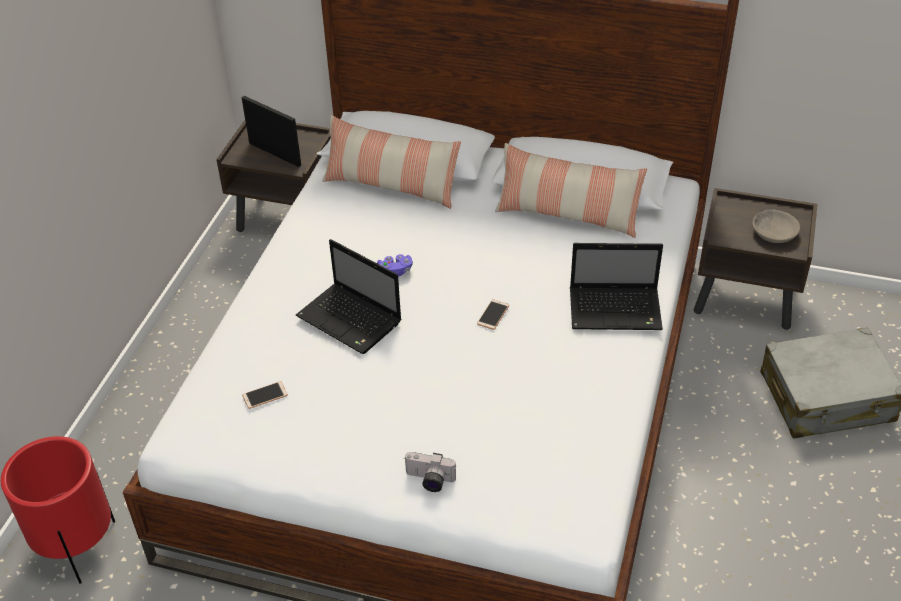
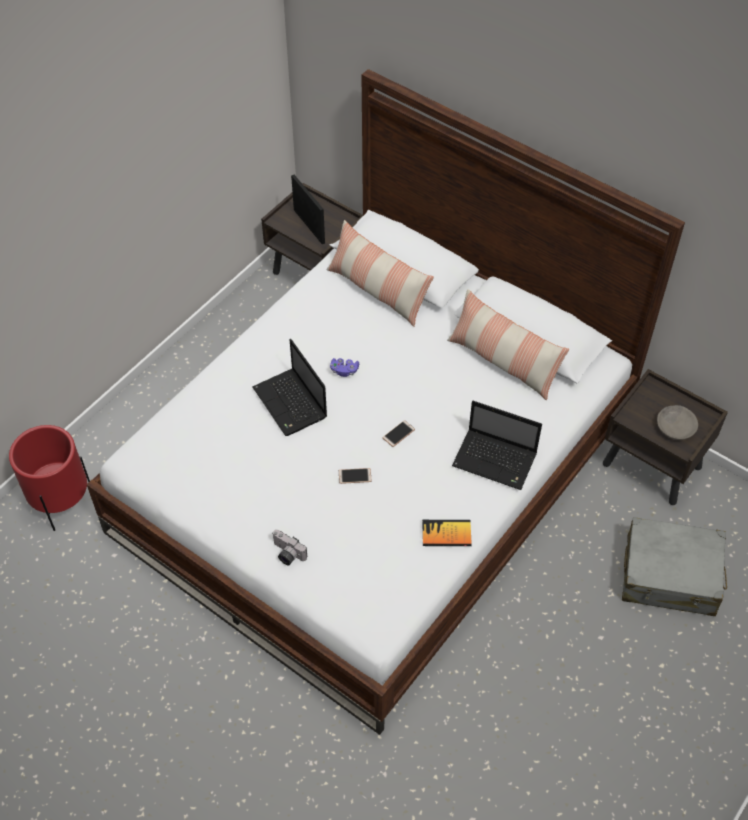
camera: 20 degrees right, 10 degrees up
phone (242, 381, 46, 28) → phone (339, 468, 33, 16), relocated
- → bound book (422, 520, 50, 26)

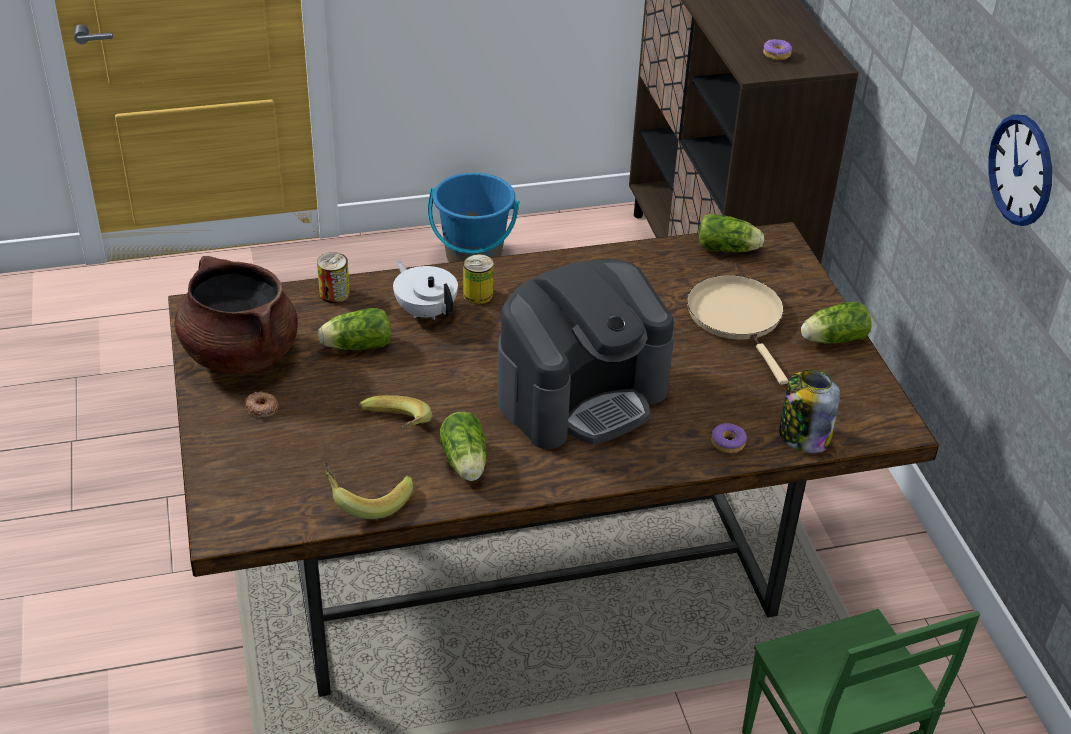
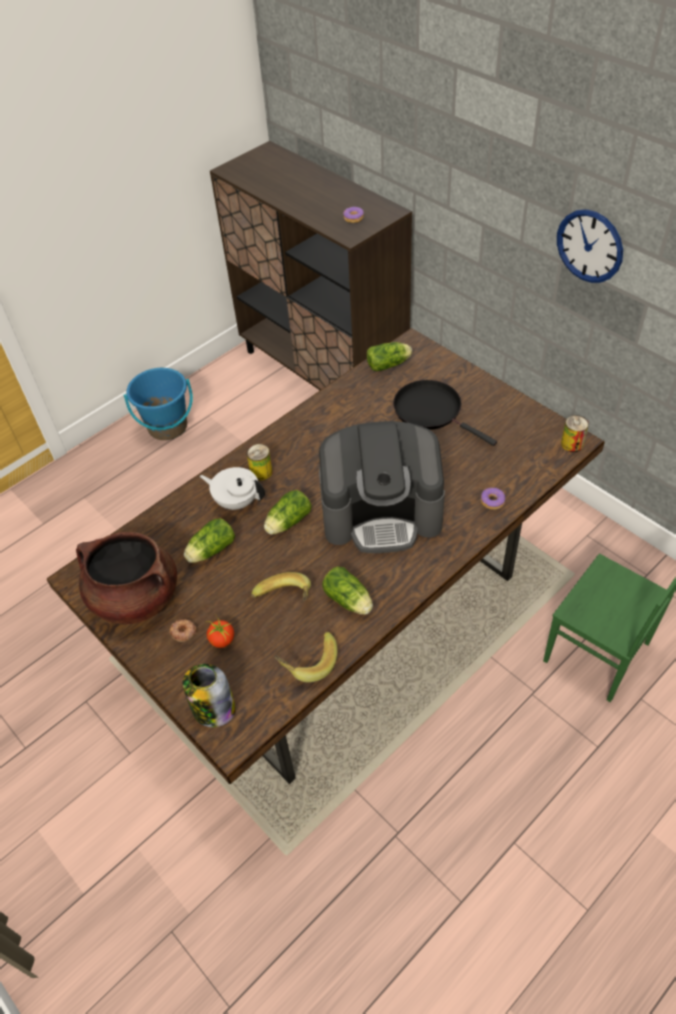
camera: 25 degrees left, 10 degrees up
can (317, 252, 33, 51) → can (561, 415, 28, 37), relocated
coffee machine (497, 259, 177, 190) → coffee machine (319, 421, 126, 132), 60 degrees clockwise
beige skillet (687, 275, 101, 110) → blackish skillet (393, 380, 104, 66)
storage jar (779, 370, 61, 83) → storage jar (183, 664, 53, 63), relocated
head of lettuce (801, 302, 71, 42) → head of lettuce (264, 490, 47, 45), relocated
- → whole tomato (205, 616, 29, 32)

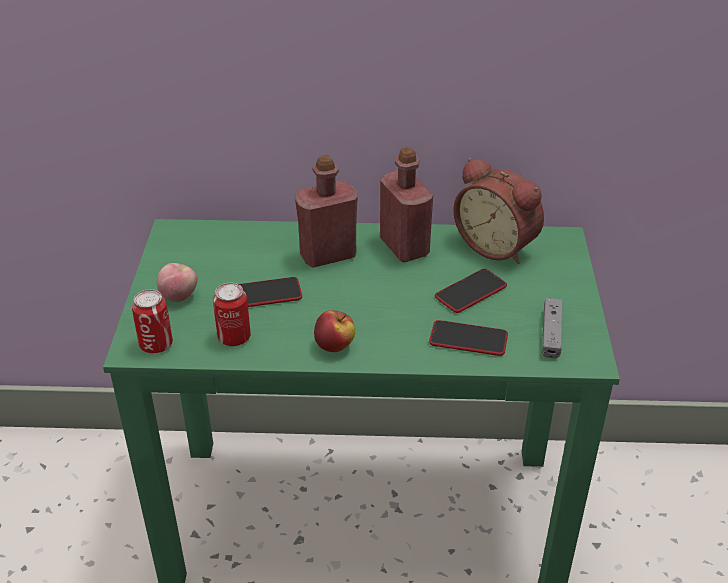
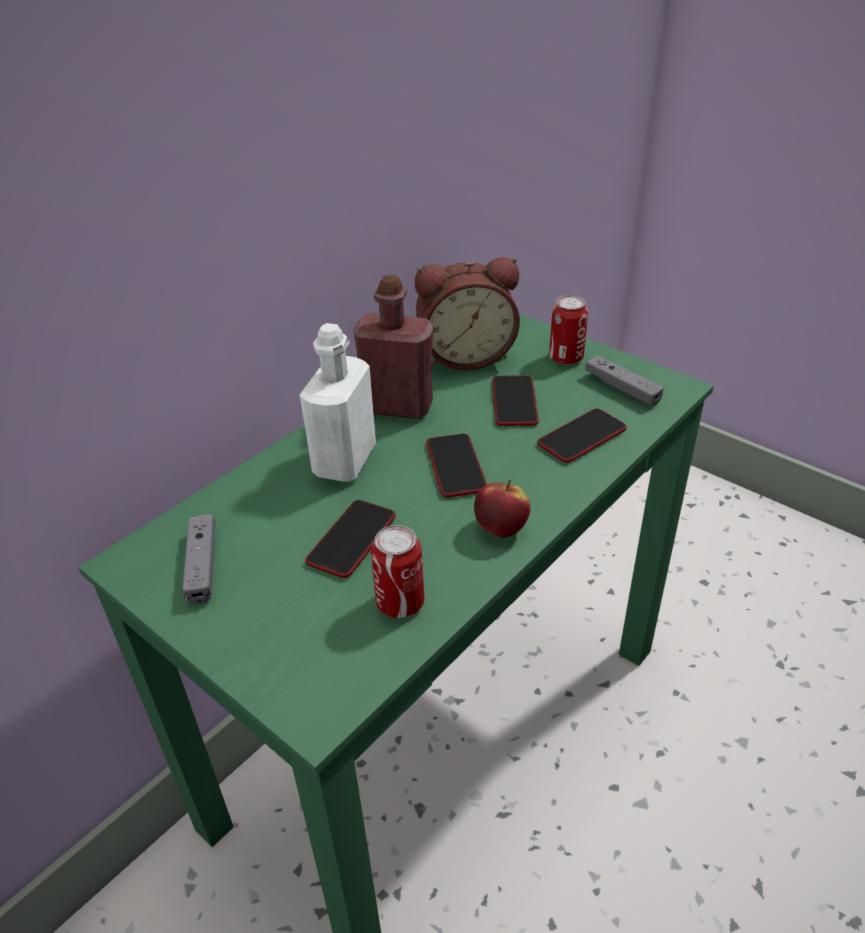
camera: 50 degrees left, 0 degrees up
can (132, 289, 41, 64) → can (549, 295, 39, 70), relocated
whole apple (157, 263, 40, 39) → -
red-coloured bottle (295, 155, 63, 113) → whitish bottle (300, 323, 76, 159)
- → grey gamepad (182, 514, 33, 90)
- → phone (426, 434, 61, 64)

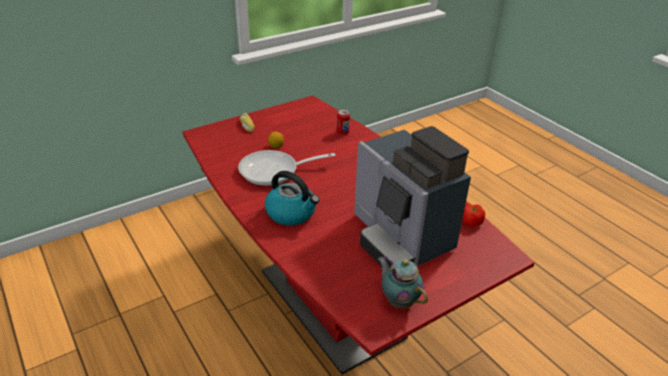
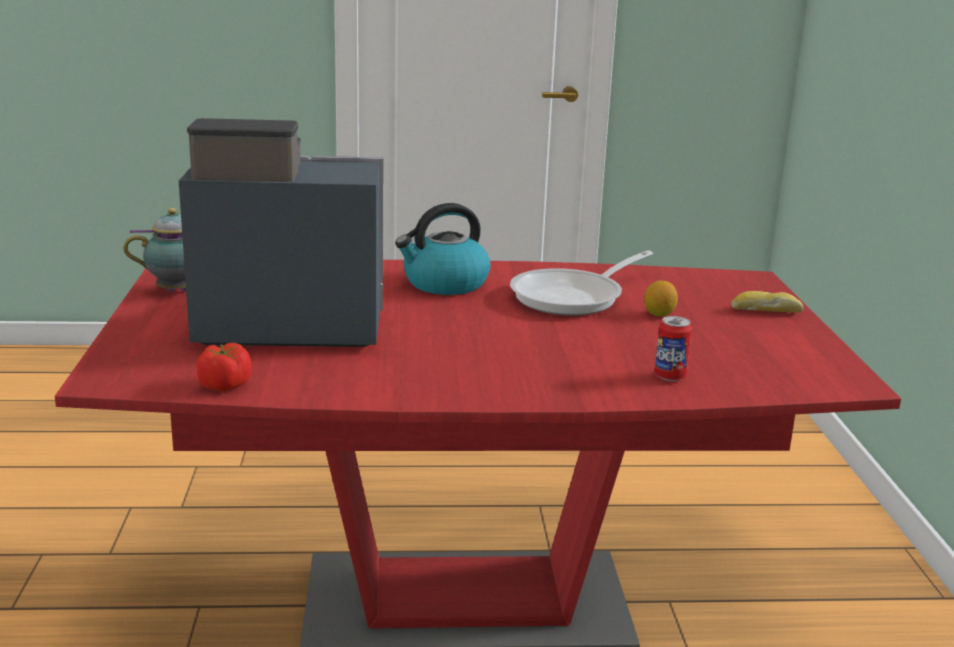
camera: 120 degrees right, 15 degrees down
skillet (238, 150, 97, 36) → skillet (510, 251, 143, 65), 150 degrees counterclockwise

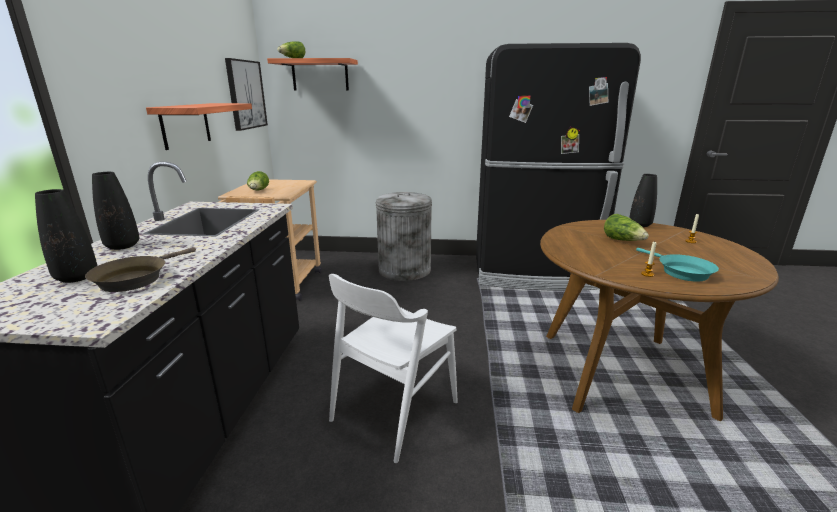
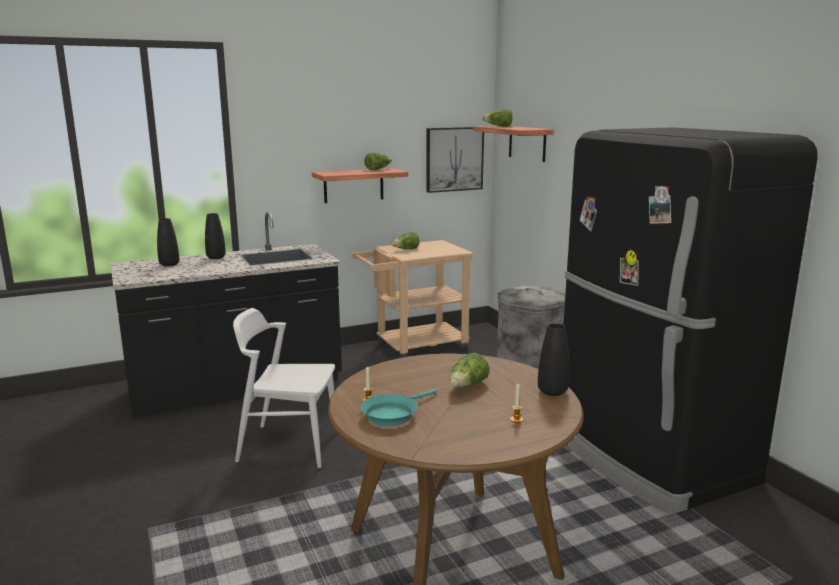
camera: 60 degrees right, 5 degrees down
brown-coloured skillet (85, 247, 111, 45) → -
- → head of lettuce (364, 153, 28, 17)

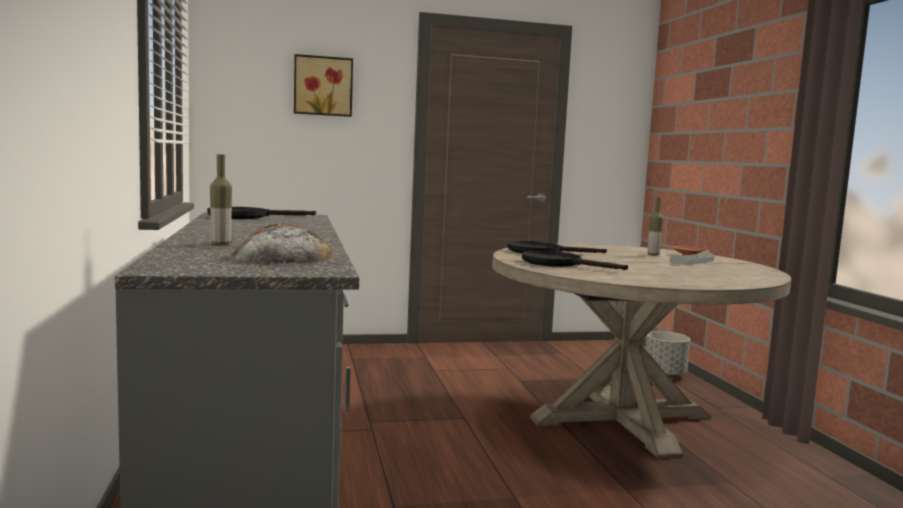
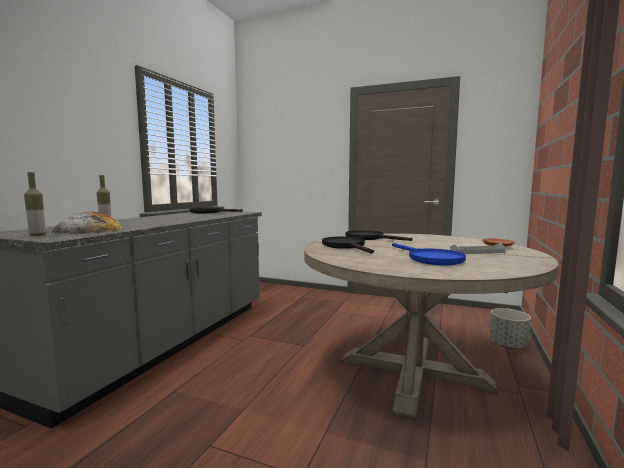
camera: 35 degrees right, 0 degrees up
wall art (294, 54, 59, 63) → -
bottle (647, 197, 16, 59) → bottle (24, 172, 22, 64), relocated
- → blue-coloured skillet (392, 243, 74, 22)

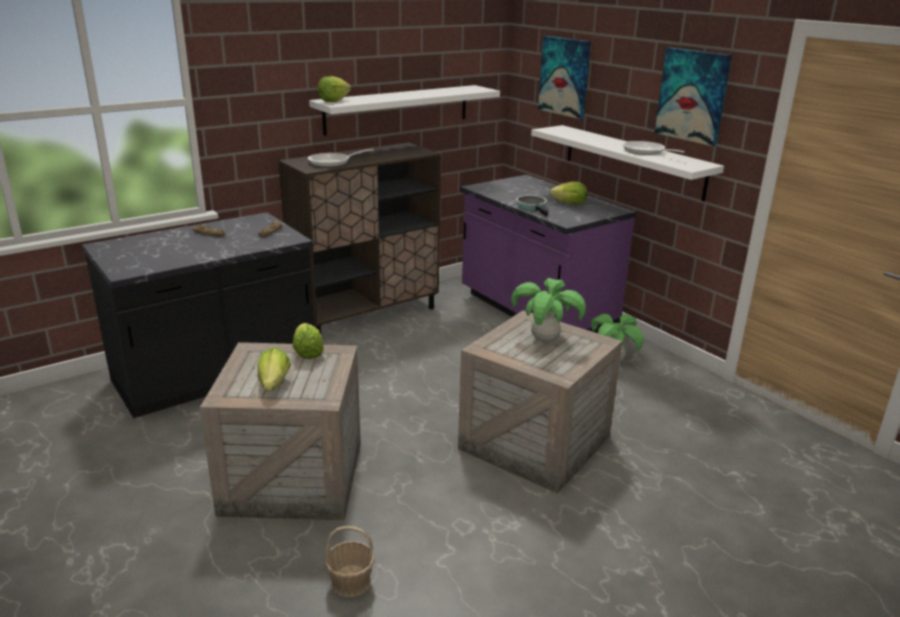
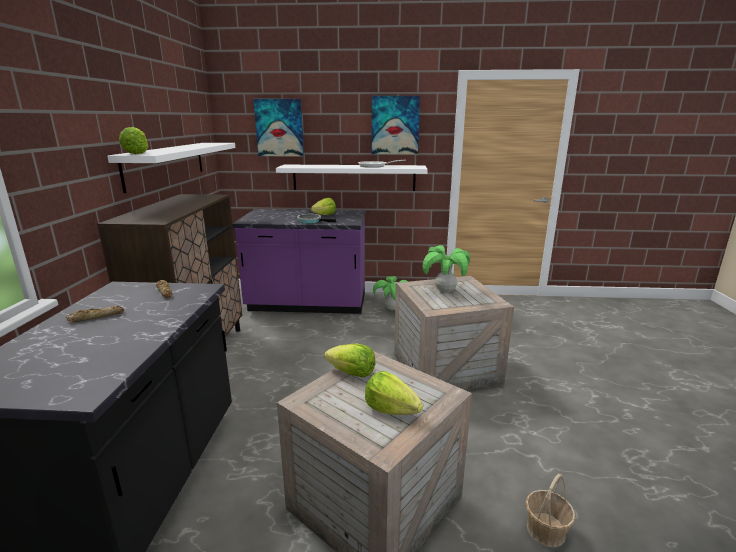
camera: 50 degrees left, 5 degrees down
skillet (308, 149, 66, 18) → -

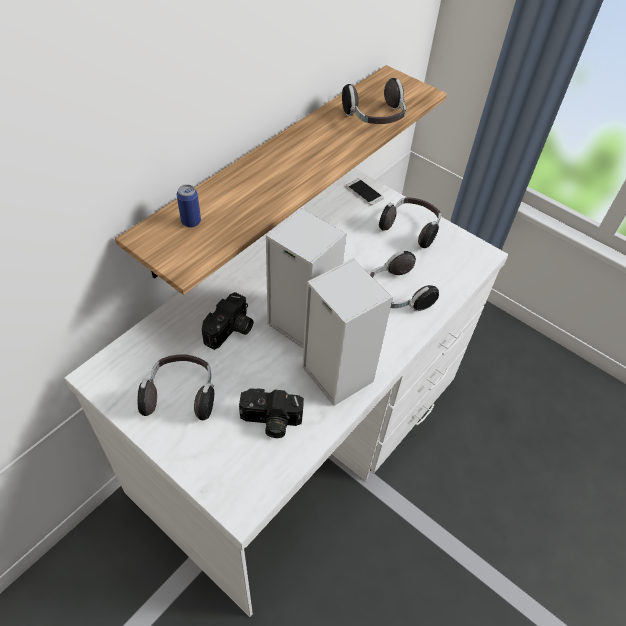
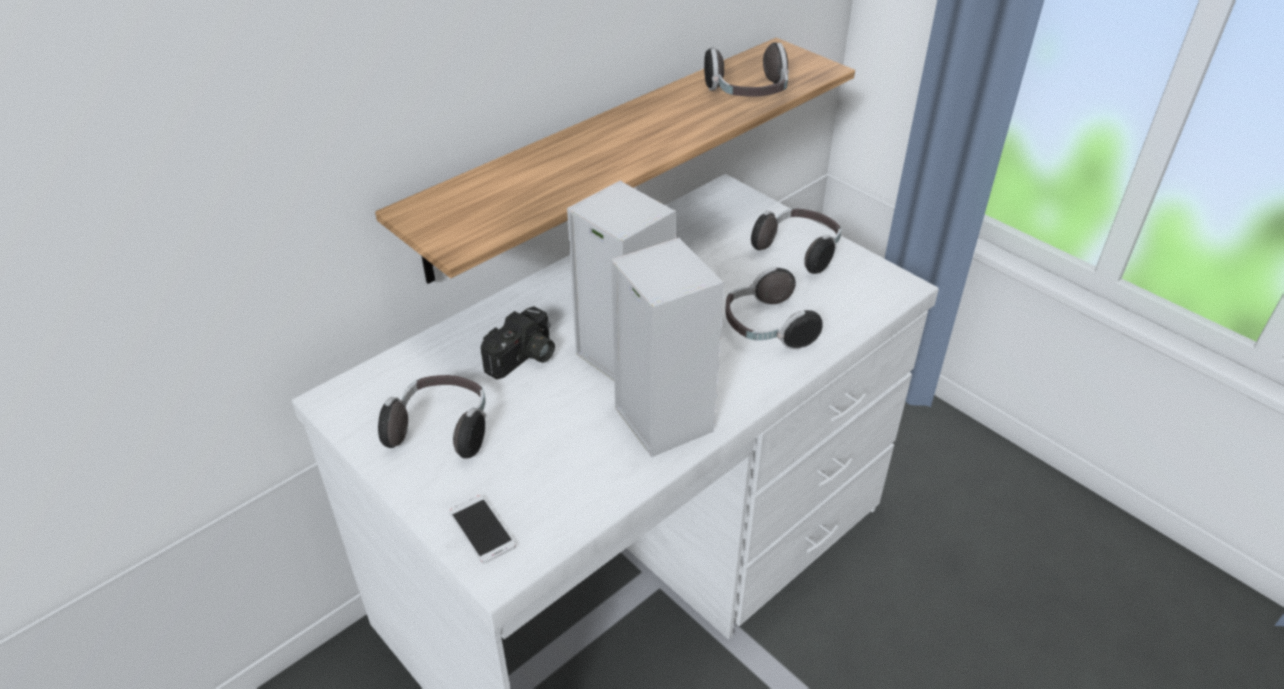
camera: 10 degrees right, 10 degrees down
can (177, 184, 24, 44) → -
photo camera (239, 388, 65, 50) → -
phone (346, 178, 38, 28) → phone (449, 495, 67, 68), relocated

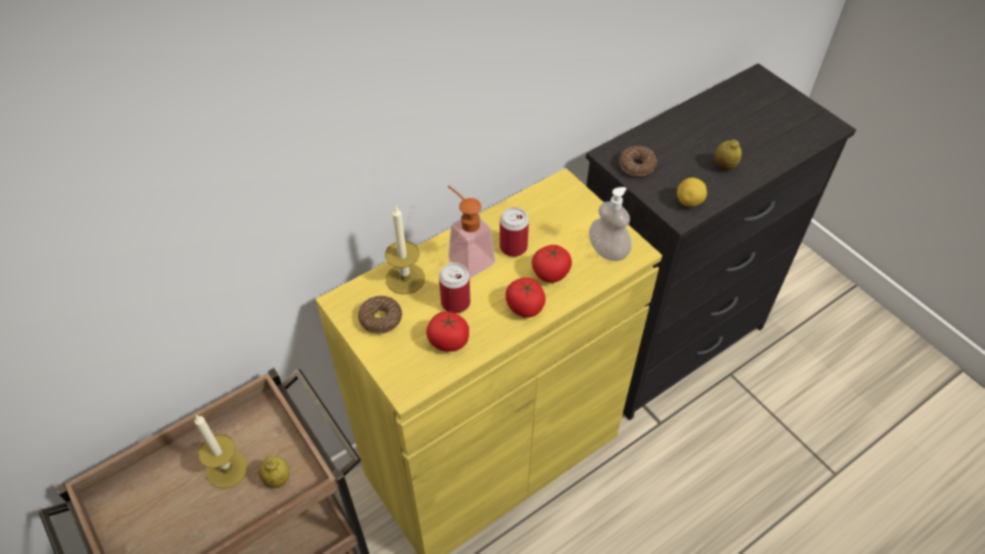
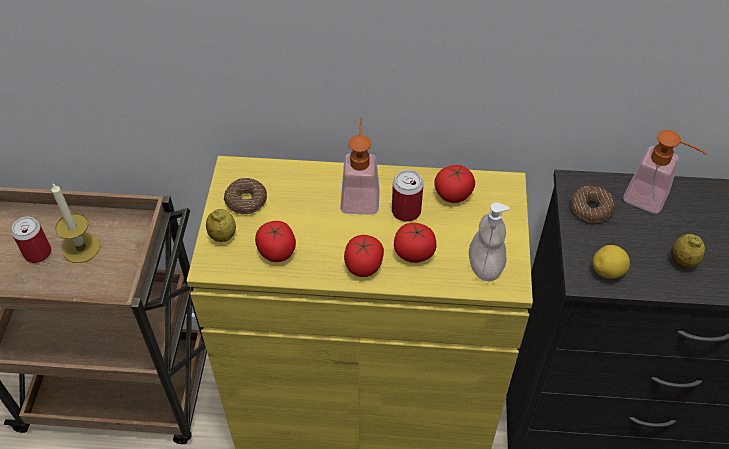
camera: 40 degrees right, 0 degrees up
whole lemon (259, 456, 31, 32) → whole lemon (206, 209, 30, 33), relocated
wax candle (385, 207, 40, 87) → -
can (439, 263, 31, 50) → can (11, 217, 40, 46), relocated
- → whole tomato (434, 165, 41, 38)
- → liquid soap bottle (623, 130, 85, 84)

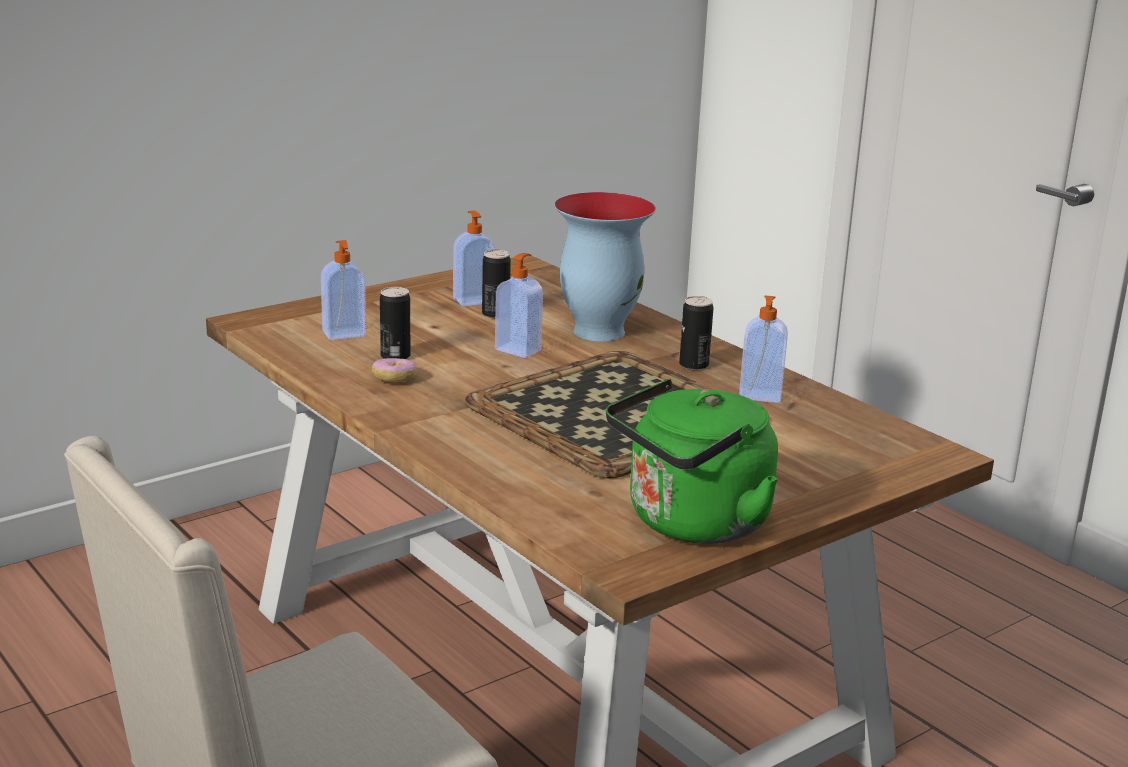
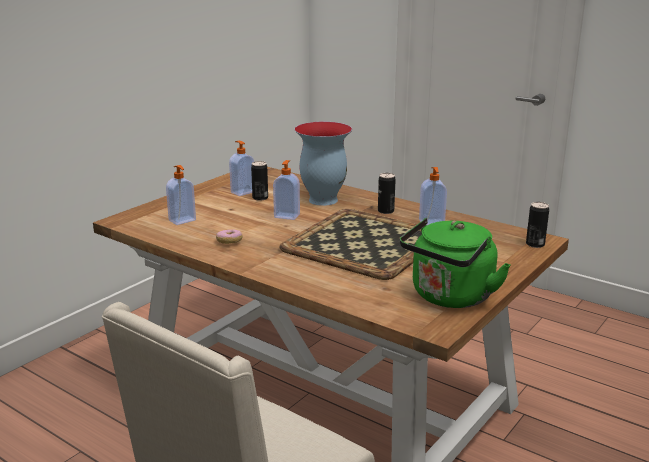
camera: 15 degrees left, 0 degrees up
can (380, 287, 31, 72) → can (526, 202, 23, 46), relocated

